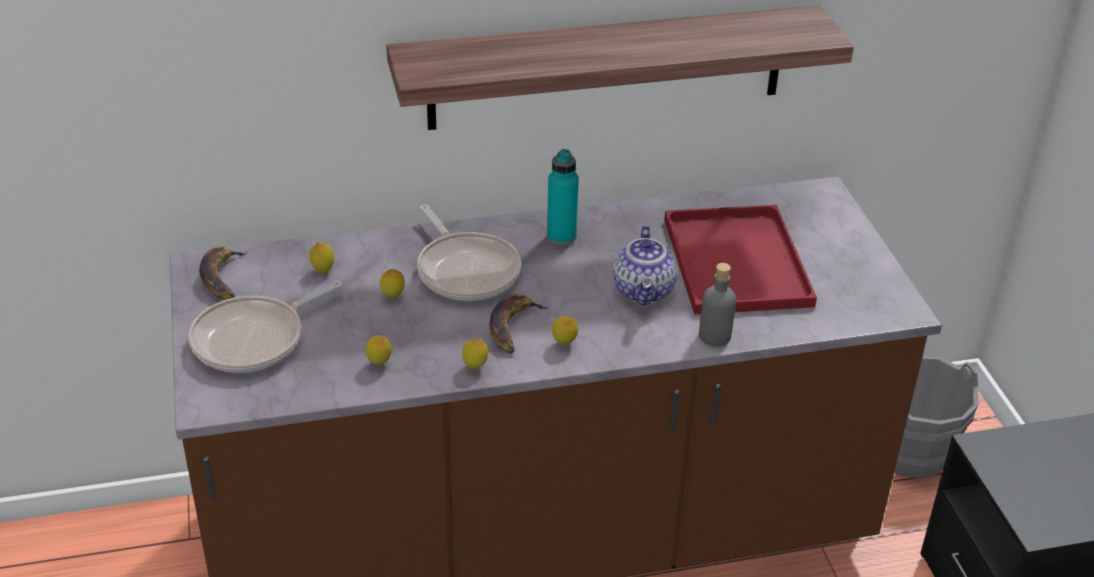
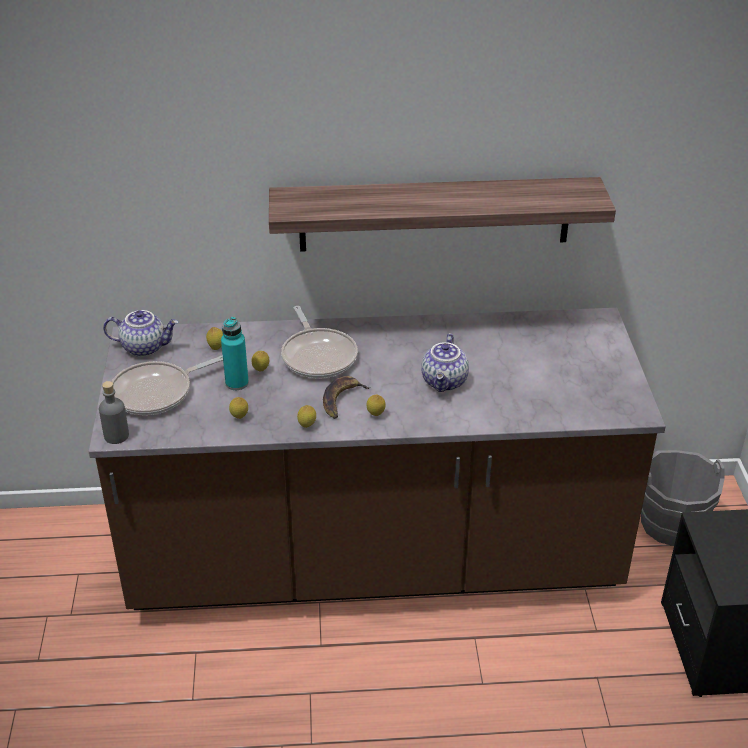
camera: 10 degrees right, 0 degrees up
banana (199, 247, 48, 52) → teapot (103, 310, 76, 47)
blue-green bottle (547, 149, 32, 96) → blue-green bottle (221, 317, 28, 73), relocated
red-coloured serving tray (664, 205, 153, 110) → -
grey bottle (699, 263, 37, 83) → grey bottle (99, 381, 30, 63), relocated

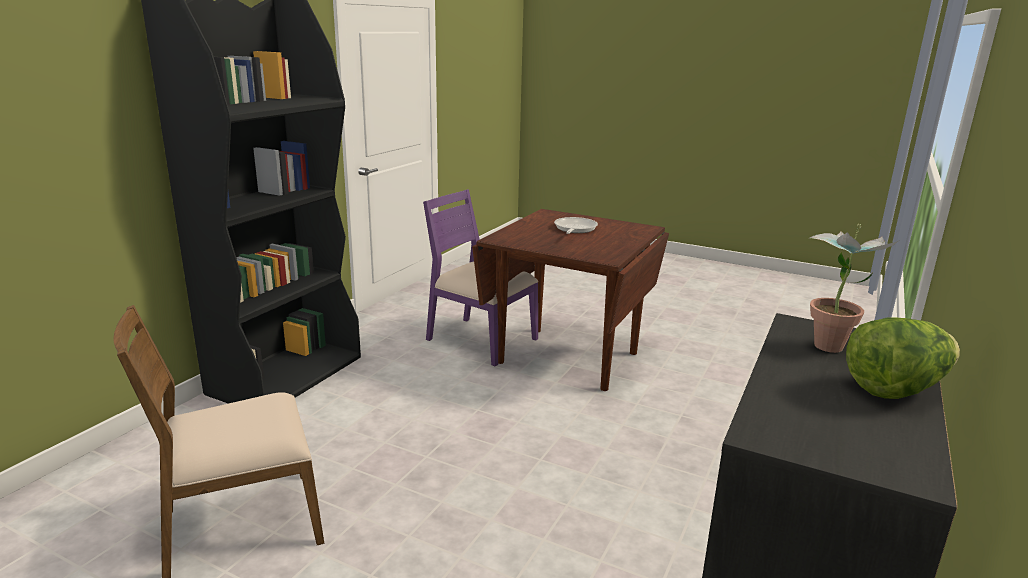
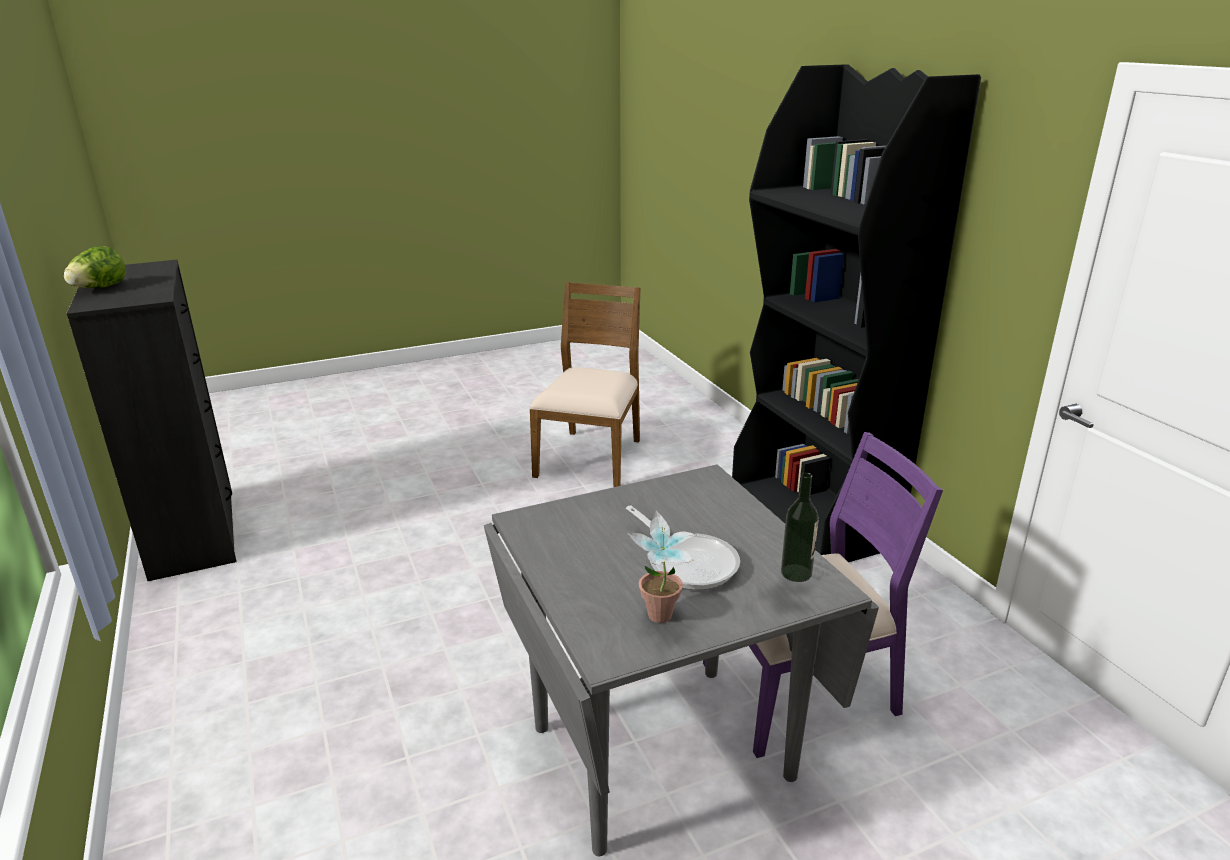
camera: 130 degrees right, 5 degrees up
brown-coloured kitchen table (472, 209, 197, 182) → grey kitchen table (484, 464, 395, 392)
houseplant (810, 223, 88, 130) → houseplant (627, 511, 71, 112), relocated
- → bottle (781, 473, 38, 109)

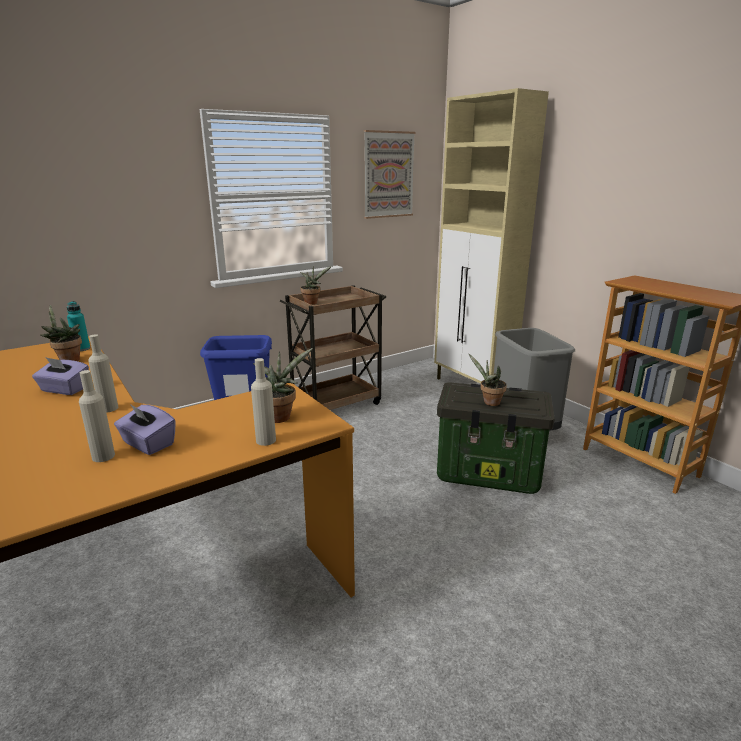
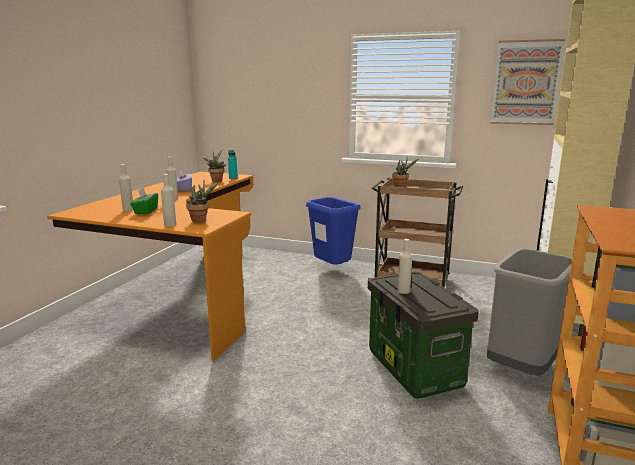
camera: 55 degrees right, 5 degrees down
purplish tissue holder (114, 403, 62, 52) → green tissue holder (131, 188, 27, 26)
houseplant (469, 354, 38, 52) → beige bottle (398, 239, 14, 55)

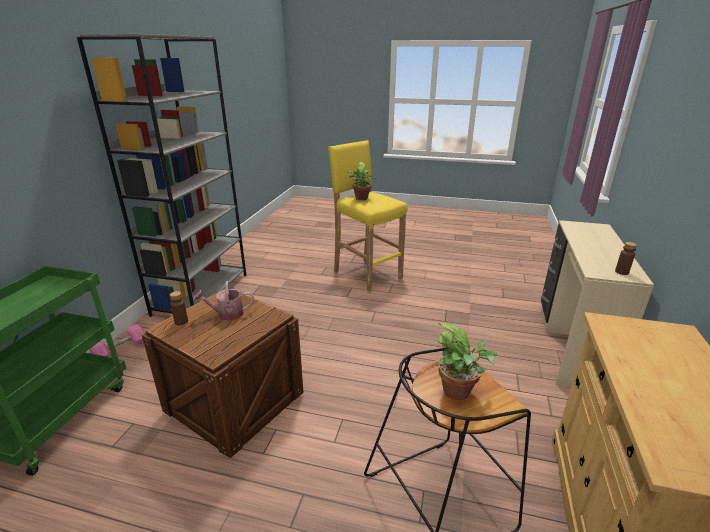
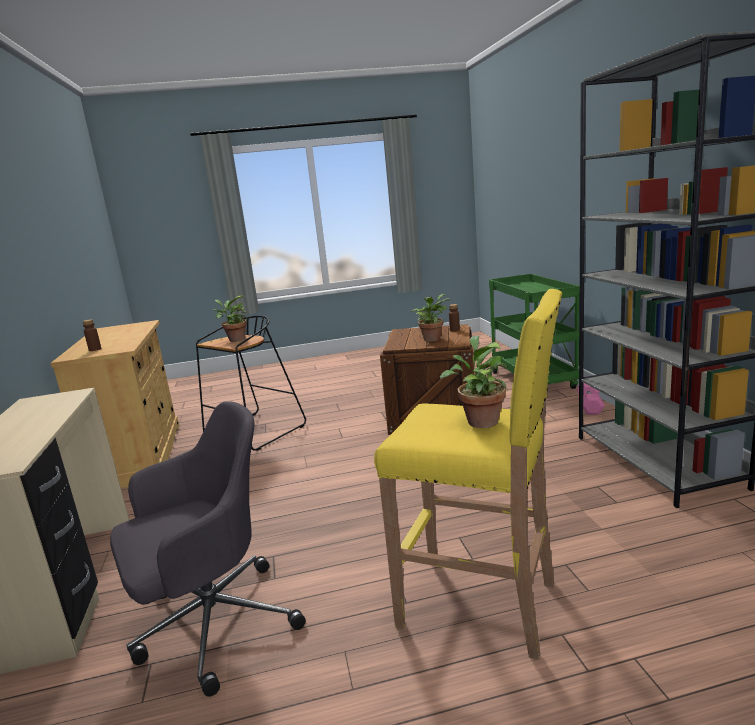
camera: 155 degrees right, 10 degrees down
watering pot (193, 281, 61, 39) → houseplant (411, 294, 39, 48)
brown-coloured bottle (615, 242, 22, 33) → brown-coloured bottle (82, 319, 19, 32), relocated
- → grey computer chair (110, 401, 196, 296)

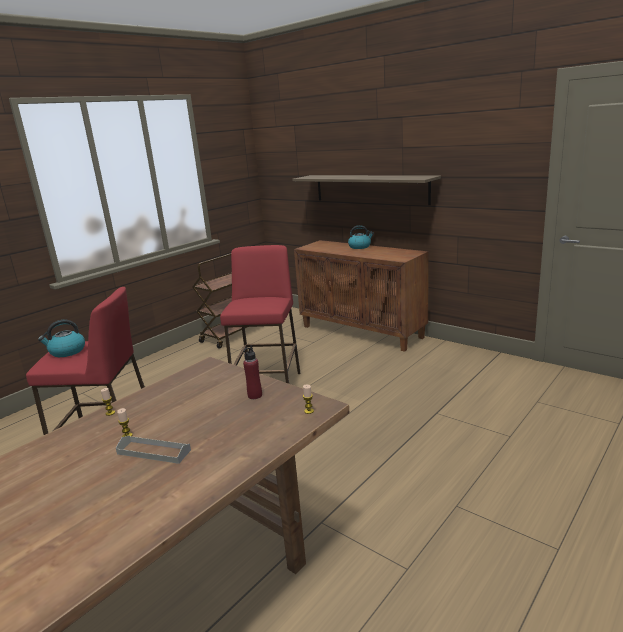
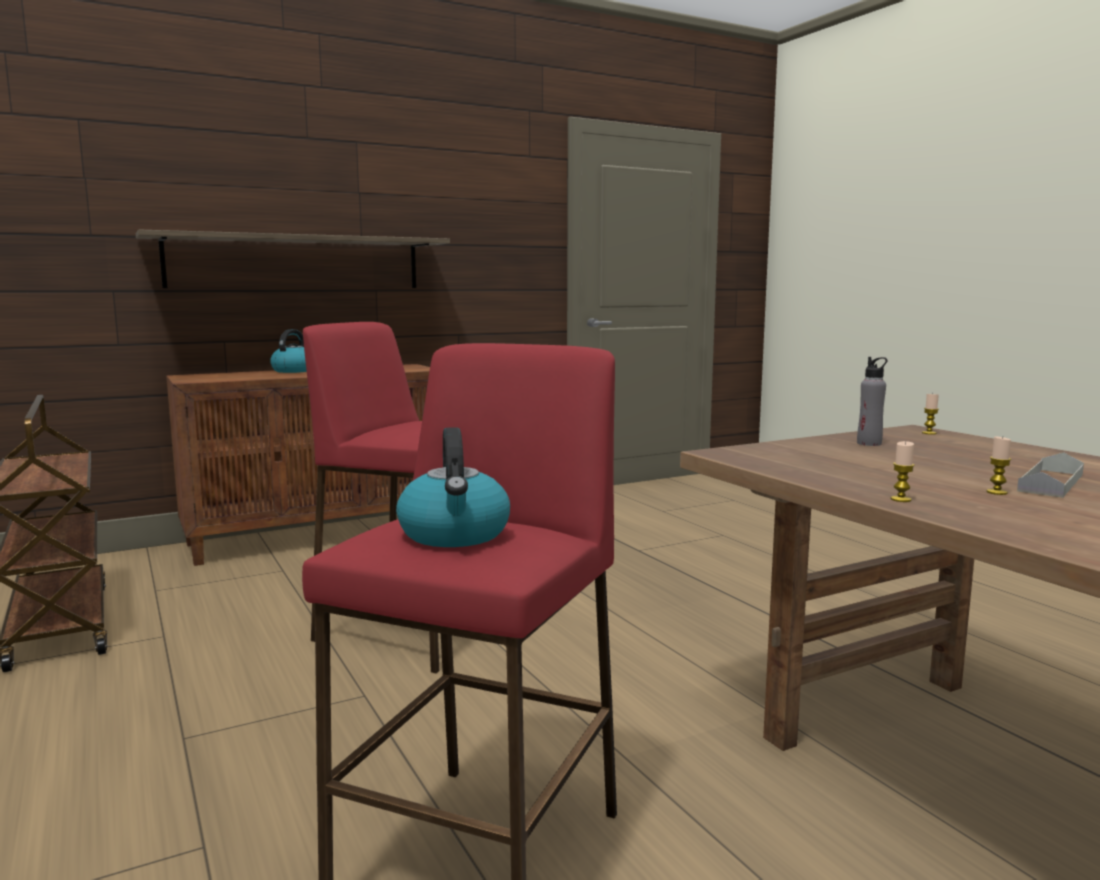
camera: 70 degrees left, 10 degrees down
red-coloured bottle (243, 345, 19, 54) → grey bottle (857, 357, 30, 89)

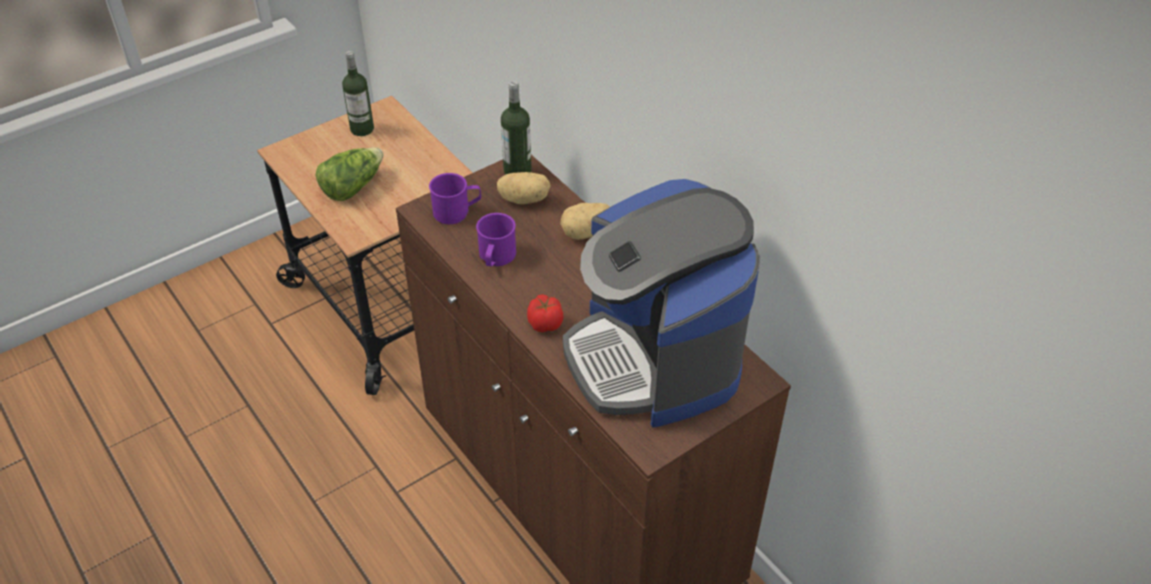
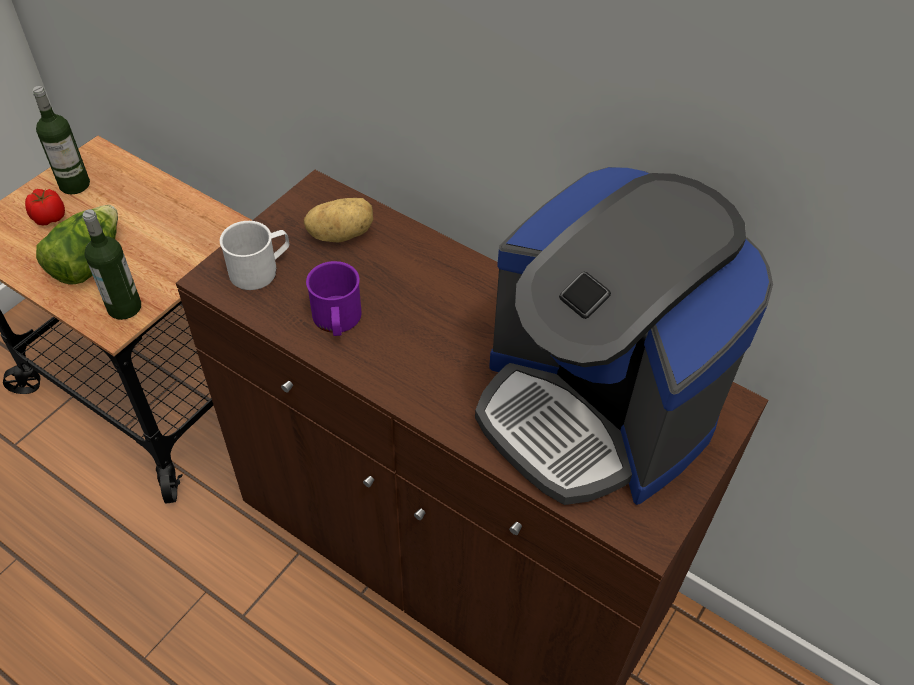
camera: 20 degrees left, 5 degrees up
purplish tea mug (429, 173, 52, 51) → whitish tea mug (220, 221, 69, 69)
bottle (501, 81, 31, 94) → bottle (82, 209, 59, 111), relocated
whole tomato (527, 294, 36, 38) → whole tomato (25, 189, 40, 36), relocated
spud (560, 203, 50, 37) → -

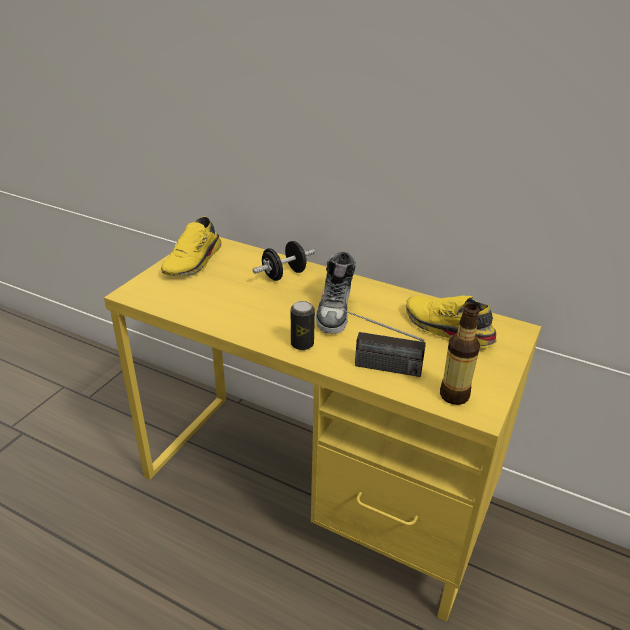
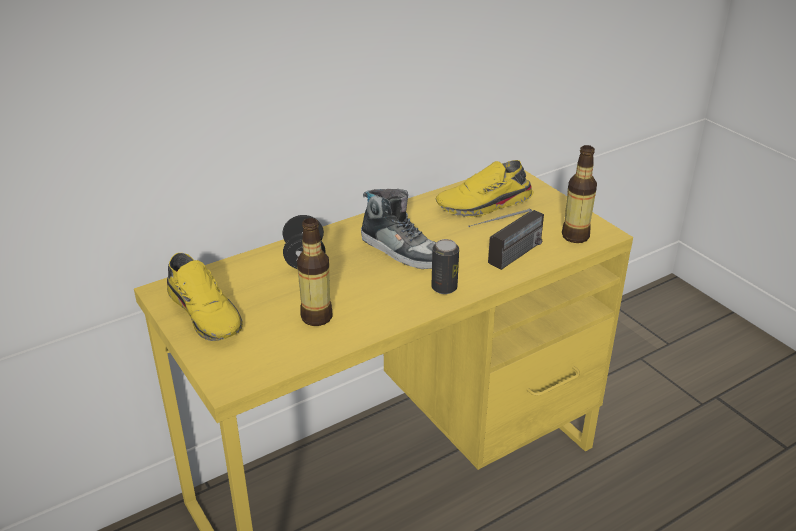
camera: 60 degrees left, 0 degrees up
- → bottle (297, 218, 35, 108)

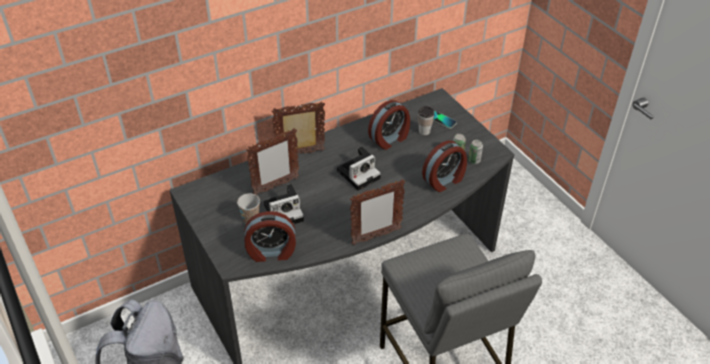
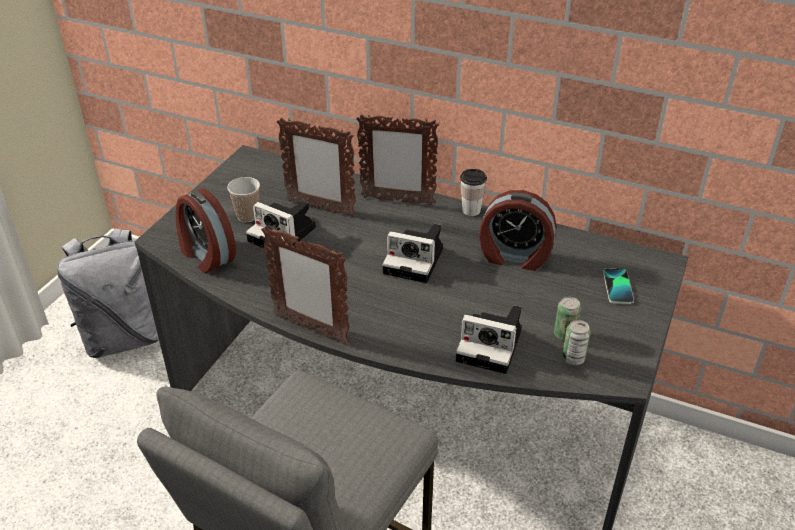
camera: 55 degrees right, 5 degrees down
picture frame (271, 101, 54, 54) → picture frame (356, 114, 83, 91), 150 degrees clockwise
small cup (418, 106, 16, 29) → small cup (460, 169, 27, 47), relocated
bedside clock (422, 140, 45, 52) → photo camera (456, 305, 66, 69)

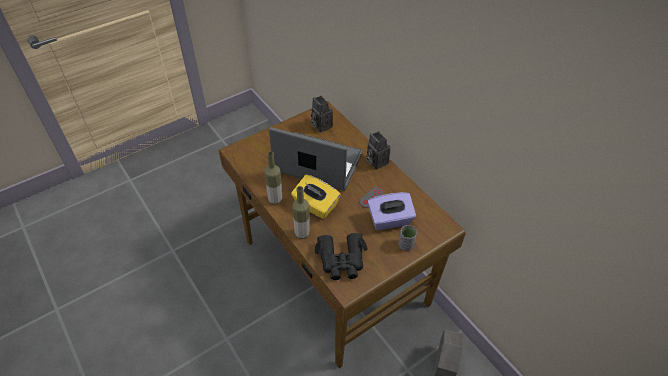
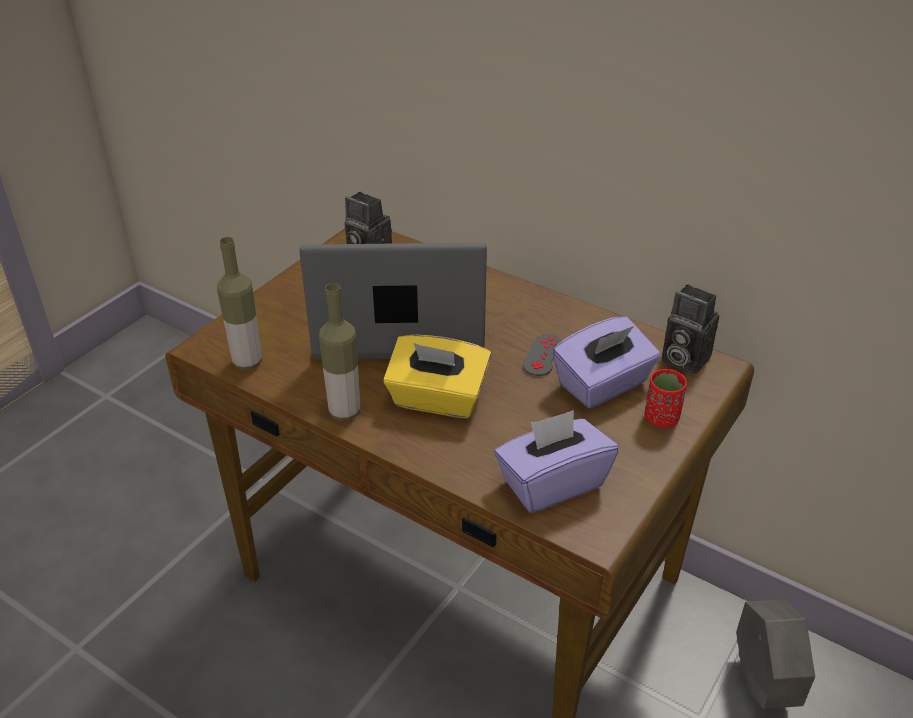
camera: 20 degrees left, 10 degrees down
bottle (292, 186, 18, 53) → bottle (217, 237, 45, 133), relocated
blackish binoculars (315, 233, 53, 47) → purplish tissue holder (495, 410, 124, 103)
photo camera (366, 131, 24, 39) → photo camera (662, 284, 57, 91), relocated
grey small cup (398, 225, 19, 26) → red-coloured small cup (645, 369, 42, 59)

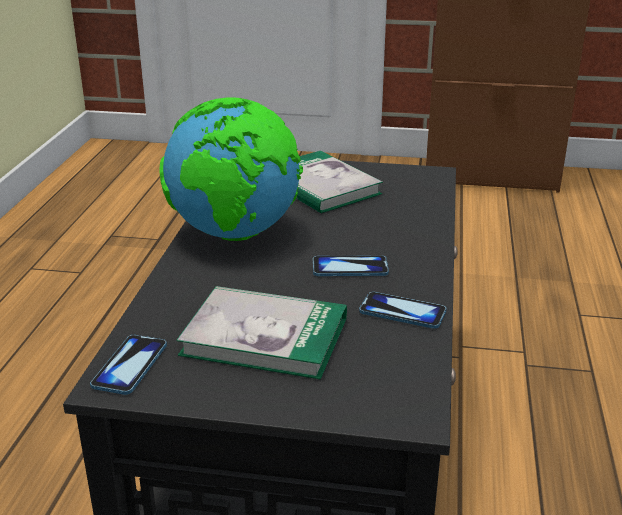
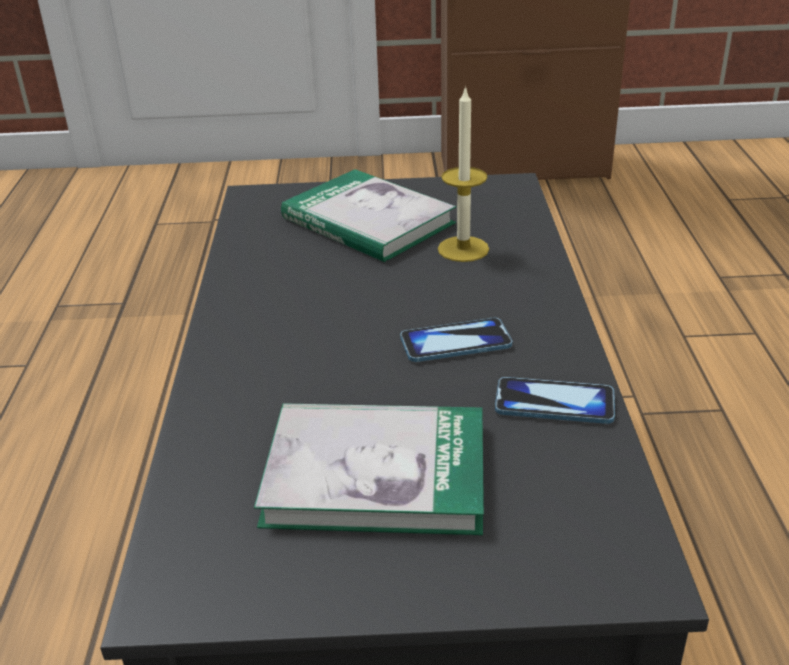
camera: 10 degrees left, 5 degrees up
phone (90, 335, 77, 60) → -
world globe (159, 97, 144, 144) → -
- → wax candle (438, 85, 51, 177)

